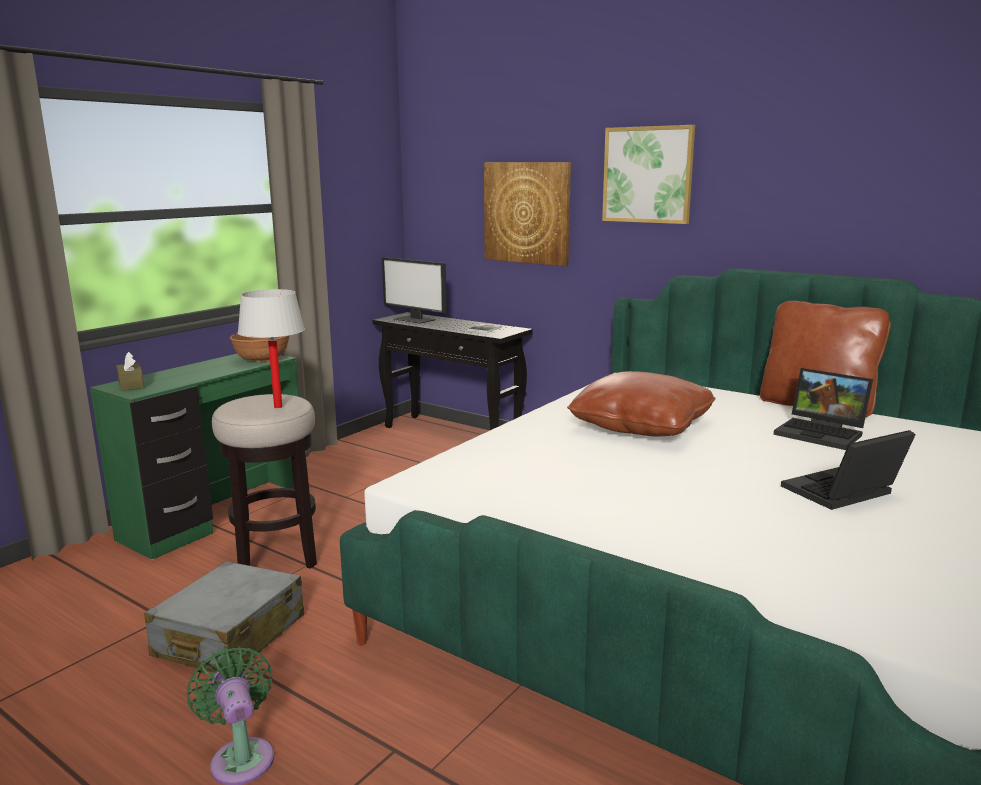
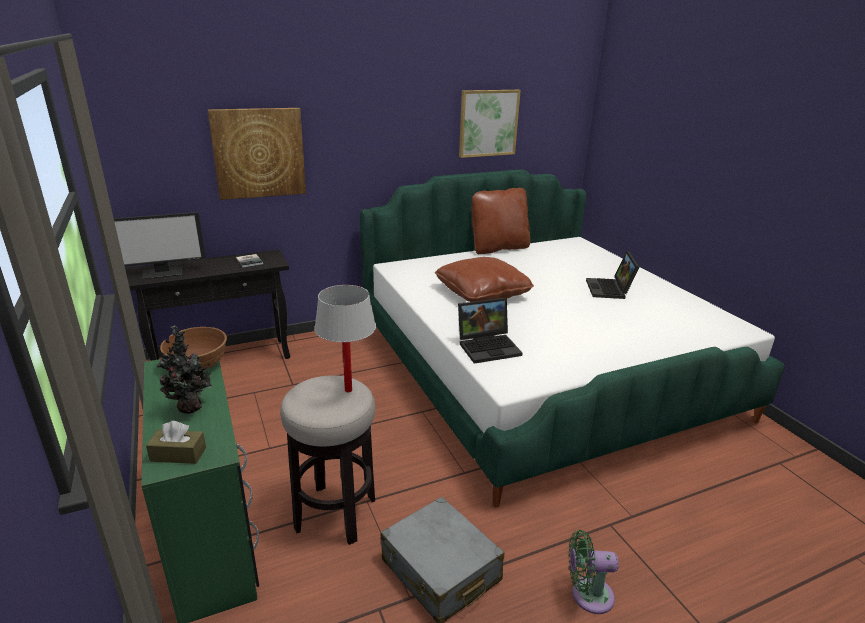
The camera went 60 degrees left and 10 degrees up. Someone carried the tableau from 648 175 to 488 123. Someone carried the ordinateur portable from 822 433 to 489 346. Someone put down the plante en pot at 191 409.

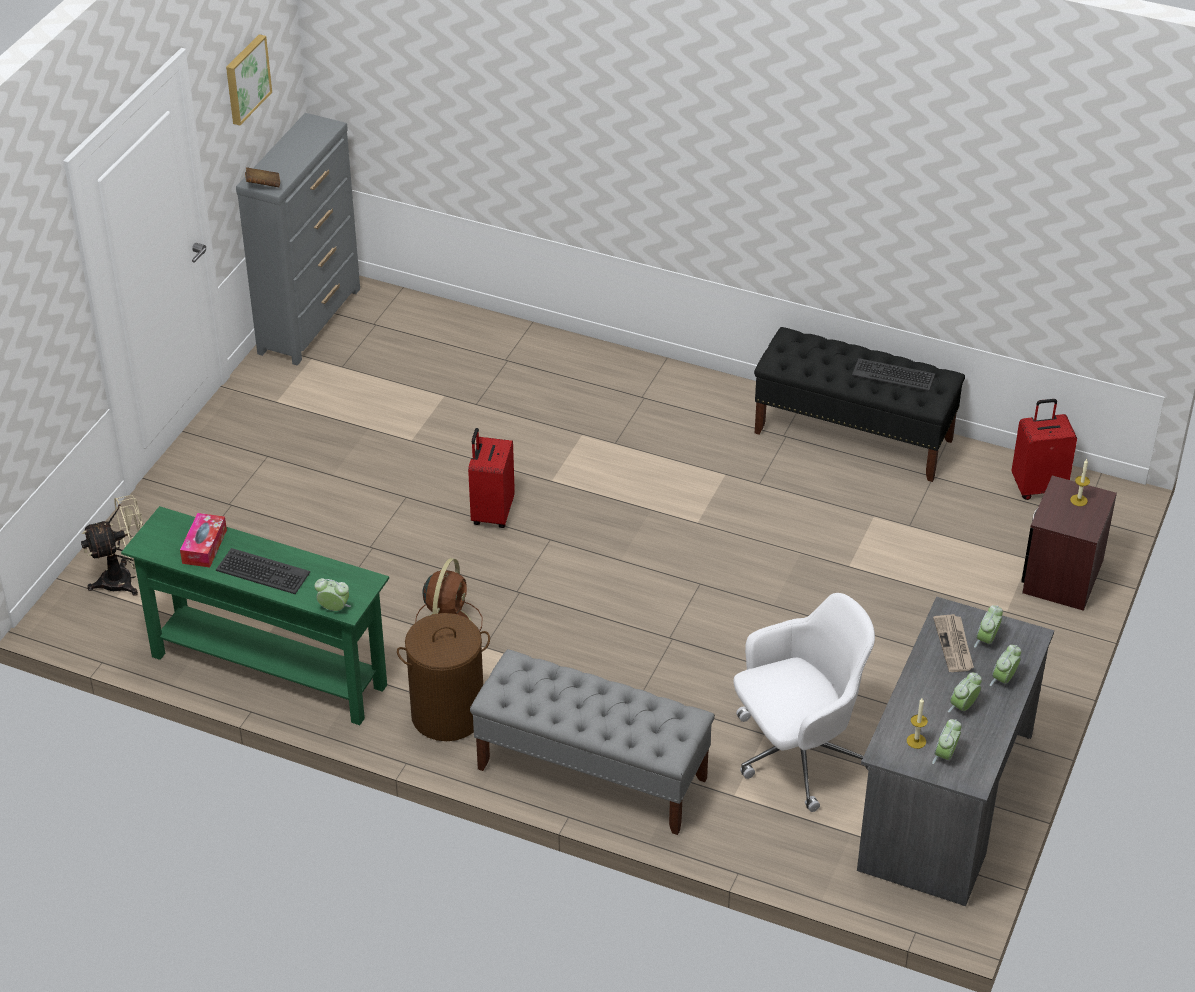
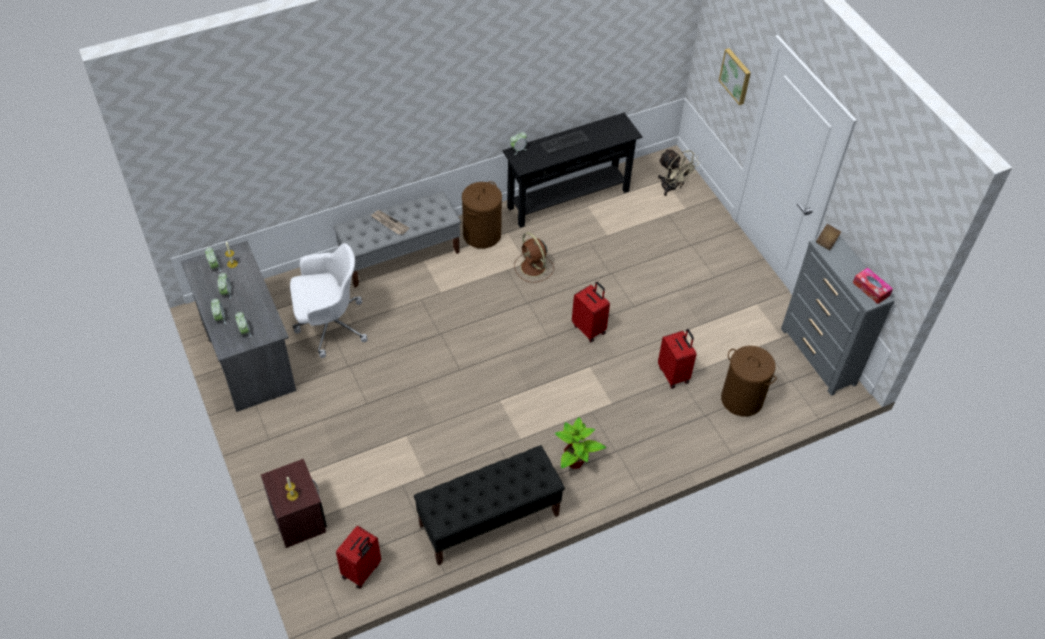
The camera went 130 degrees right and 10 degrees up. Someone rotated the ventilateur [beige] at 126 579 by 60 degrees counterclockwise. Someone repainted the table console [vert] at 268 671, which became the table console [noir] at 568 198. Someone carried the boîte à mouchoirs from 204 546 to 871 289. Someone carried the tableau from 246 79 to 736 76. Someone rotated the chaise de bureau [blanc] at 797 755 by 120 degrees counterclockwise. Someone took away the clavier at 893 375. Someone carried the journal from 954 645 to 389 223. Someone put down the plante en pot at 575 462. Someone put down the valise [rouge] at 674 374. Someone put down the panier à linge [marron] at 741 399.

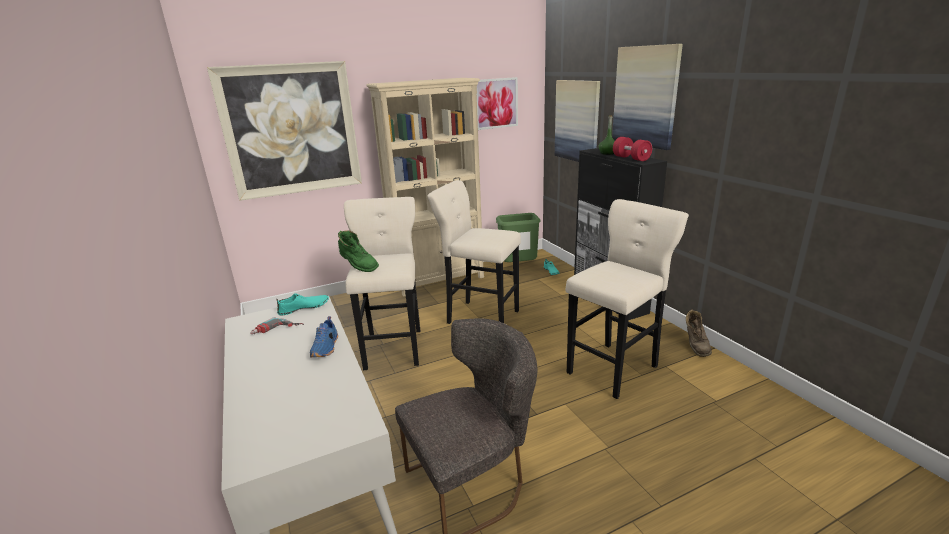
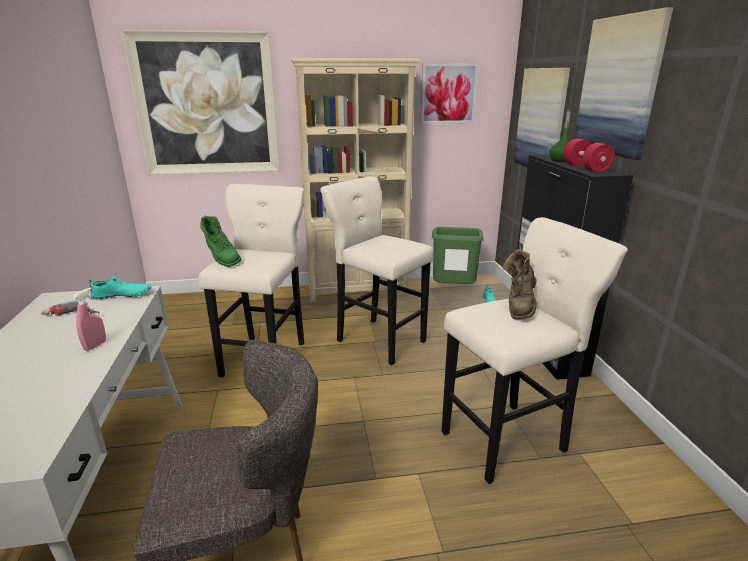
The camera went 15 degrees right and 0 degrees up. Someone swapped the chaussure [bleu] at 326 347 for the vaporisateur [rose] at 95 346. Someone carried the botte [marron] from 695 346 to 519 307.

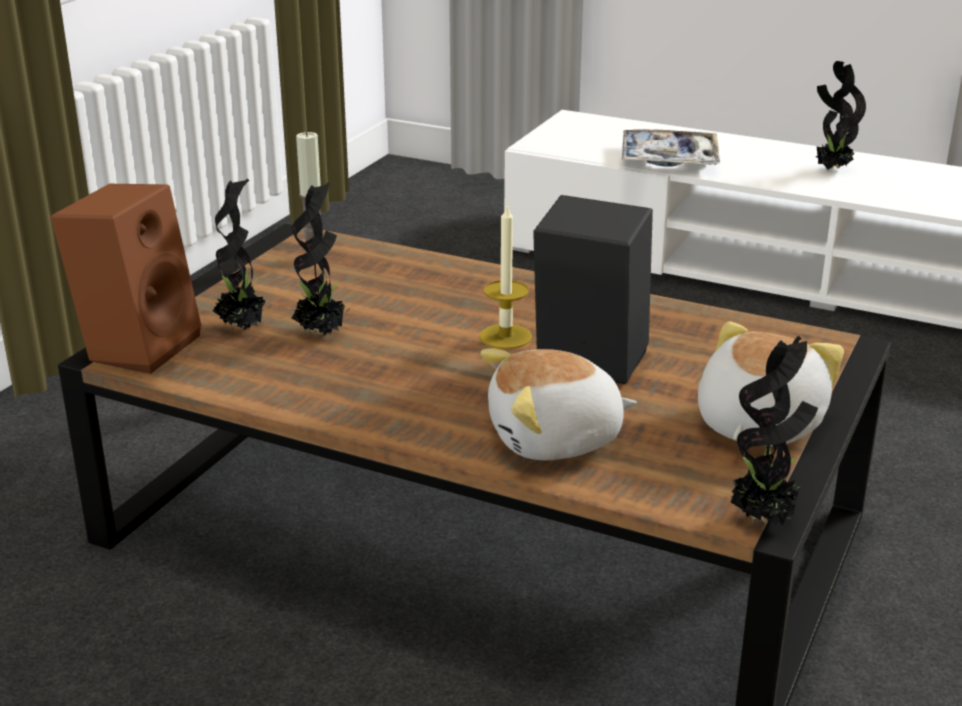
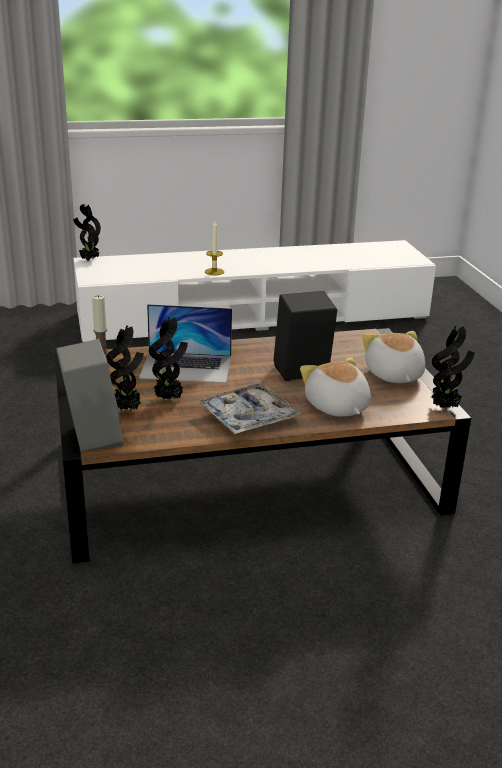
The camera went 40 degrees left and 0 degrees up. Someone repainted the enceinte [marron] at 138 346, which became the enceinte [gris] at 90 436. Someone carried the bougie from 505 336 to 214 271. Someone rotated the peluche at 555 439 by 120 degrees clockwise. Someone carried the plateau from 668 159 to 248 417. Someone carried the plante en pot from 831 169 to 89 260. Someone put down the ordinateur portable at 186 367.

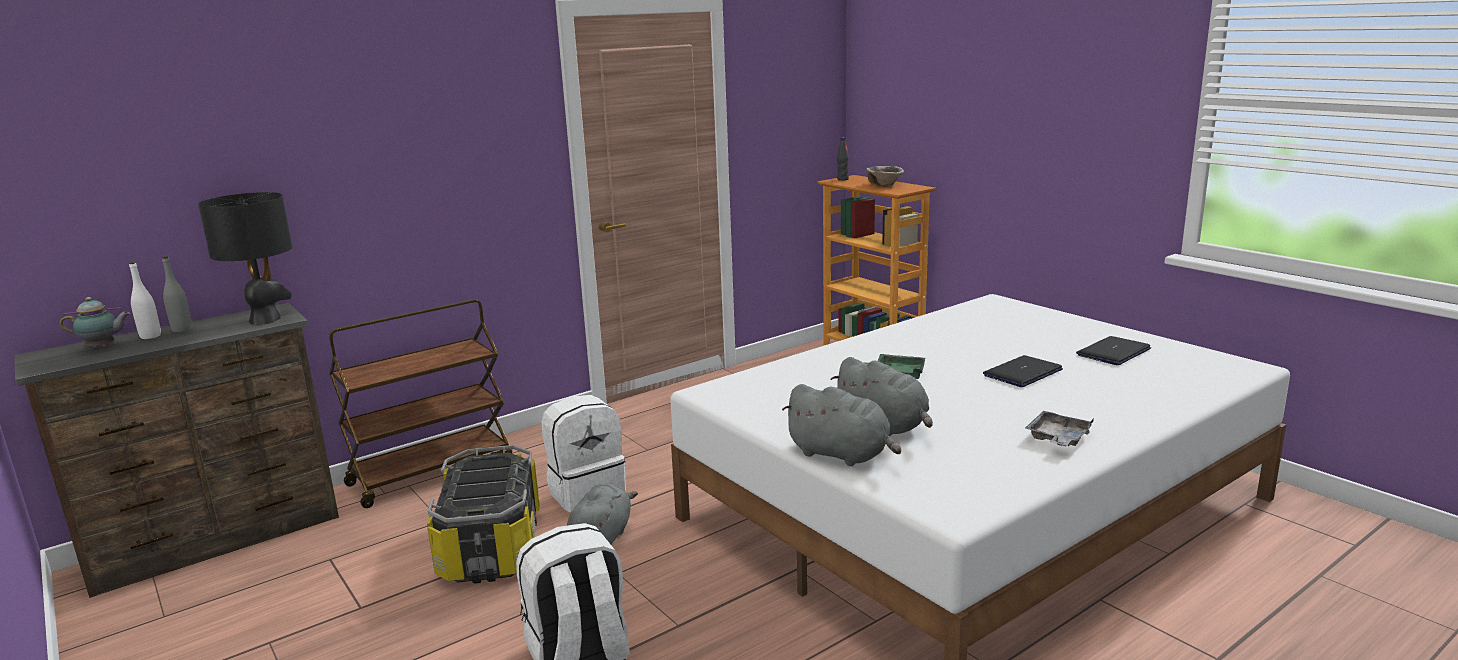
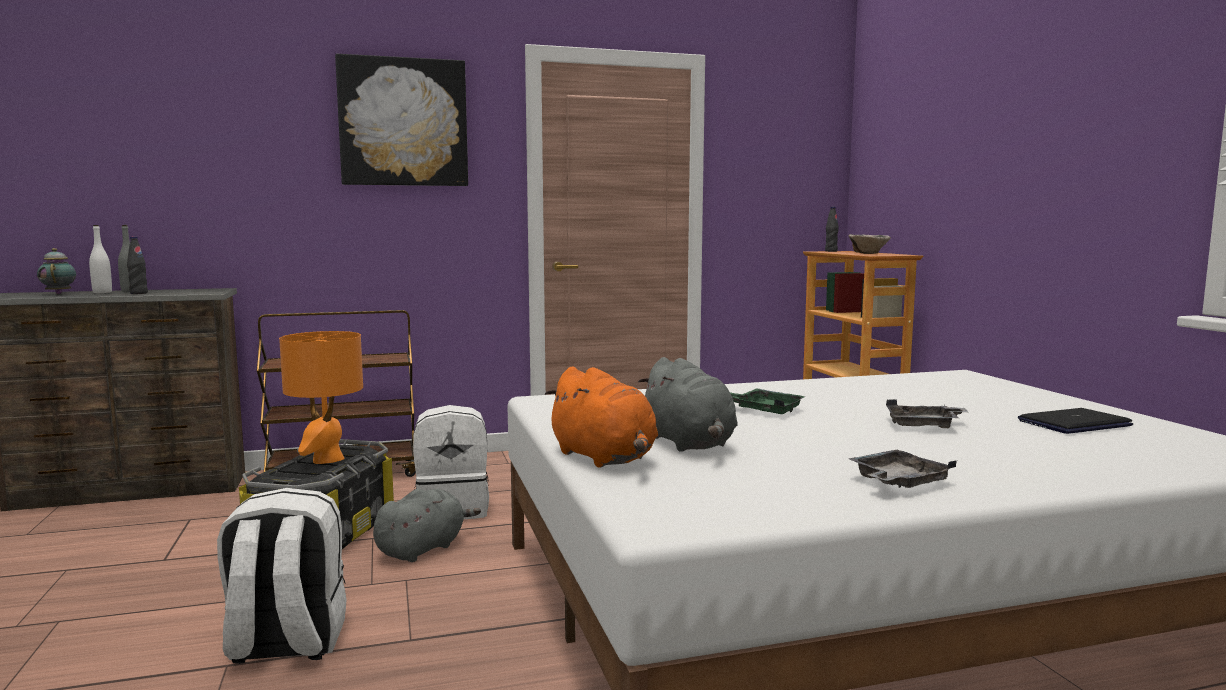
The camera went 20 degrees right and 10 degrees down. Someone rotated the théière at 103 347 by 120 degrees counterclockwise. Someone took away the lampe de table [noir] at 266 319. Someone repainted the peluche [gris] at 842 454, which became the peluche [orange] at 605 458. Someone swapped the ordinateur portable at 1022 373 for the plateau [gris] at 924 426. Someone put down the bouteille [noir] at 139 293. Someone put down the lampe de table [orange] at 327 459. Someone put up the tableau at 403 122.

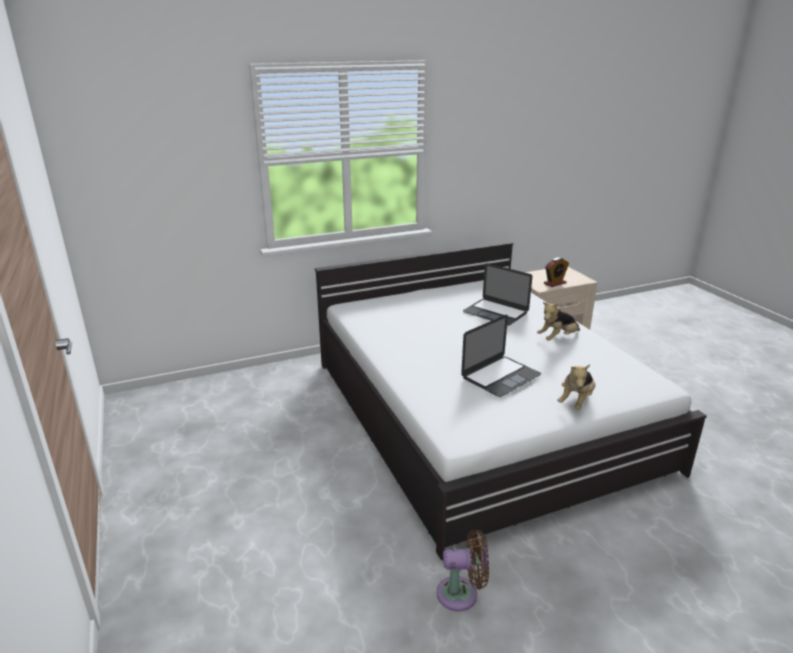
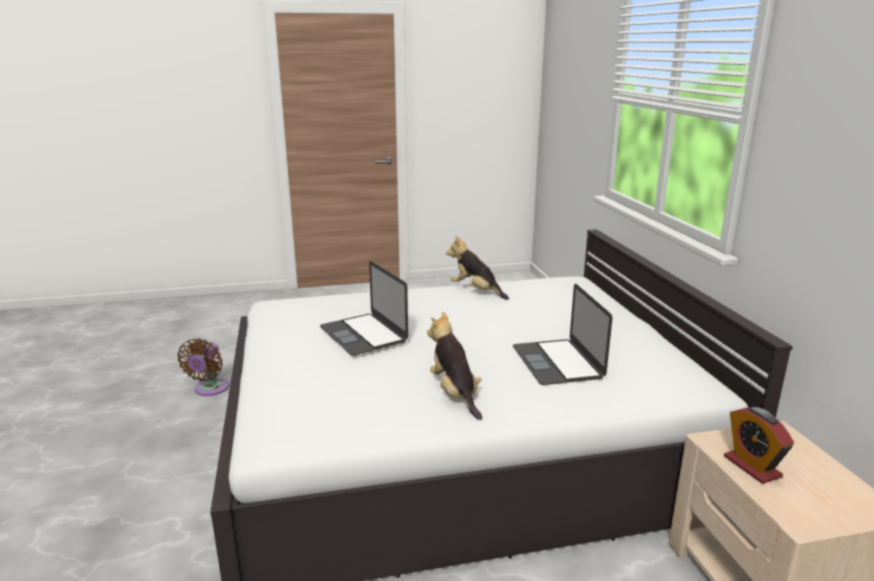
The camera went 100 degrees right and 5 degrees down. Someone rotated the ordinateur portable at 495 312 by 60 degrees counterclockwise. Someone carried the peluche from 576 401 to 476 291.

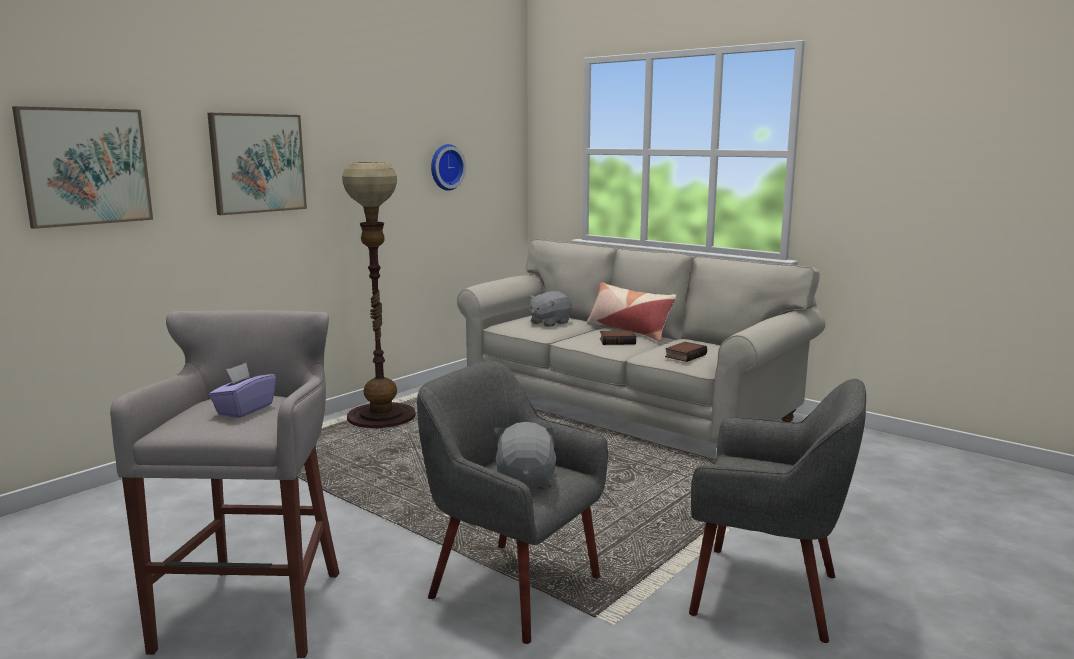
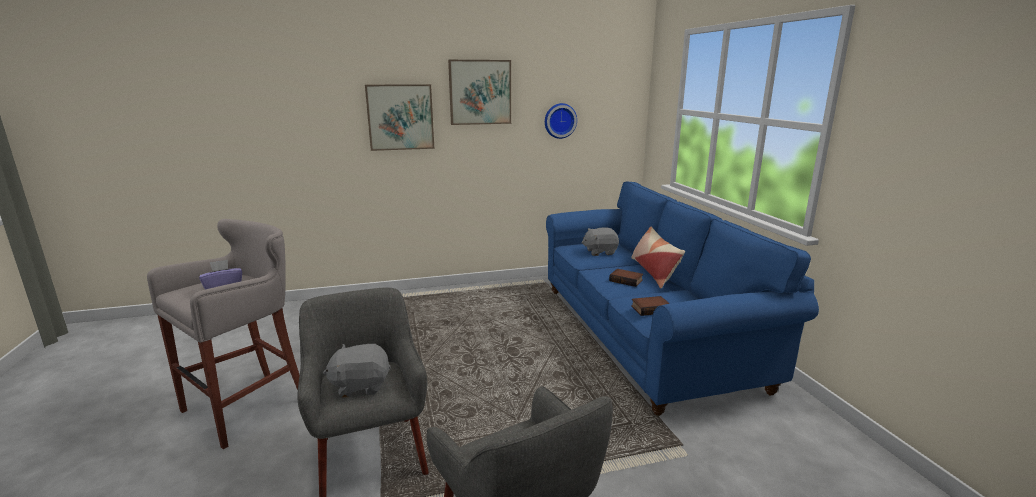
The camera went 35 degrees right and 5 degrees up. Someone carried the tableau from 85 166 to 480 92. Someone took away the lampadaire at 381 416. Someone repainted the canapé [beige] at 625 408, which became the canapé [bleu] at 643 334. Someone rotated the peluche [gris] at 526 480 by 135 degrees counterclockwise.

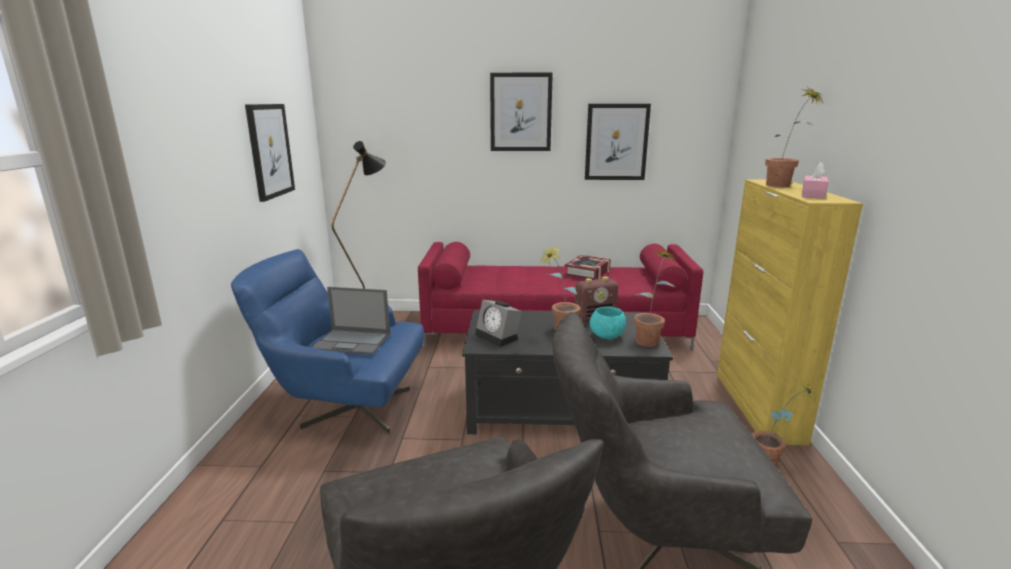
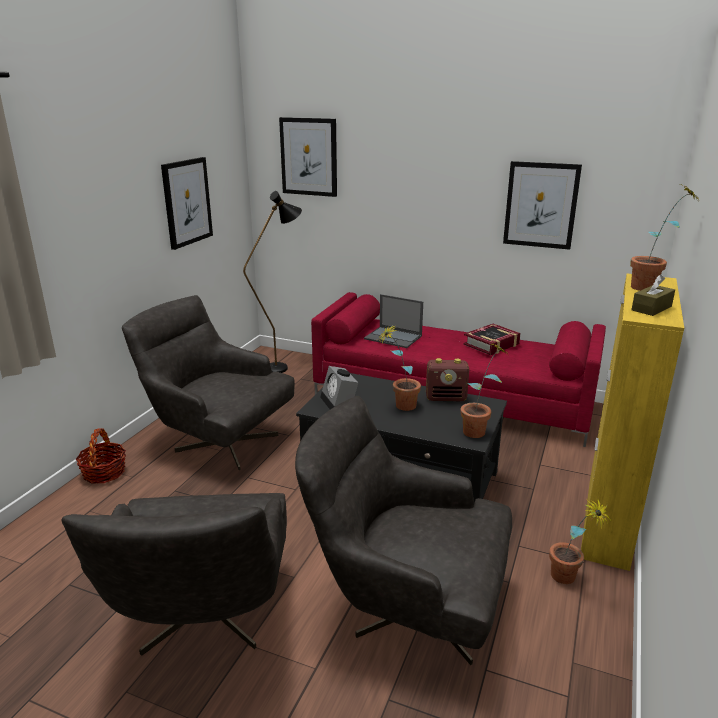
The camera went 20 degrees right and 5 degrees up. Someone repainted the fauteuil [bleu] at 344 407, which became the fauteuil [gris] at 217 440. Someone carried the ordinateur portable from 353 342 to 393 337. Someone carried the tableau from 520 112 to 309 157. Someone took away the bol [turquoise] at 606 336. Someone repainted the boîte à mouchoirs [rose] at 813 195, which became the boîte à mouchoirs [marron] at 651 308. Someone put down the panier at 104 472.

